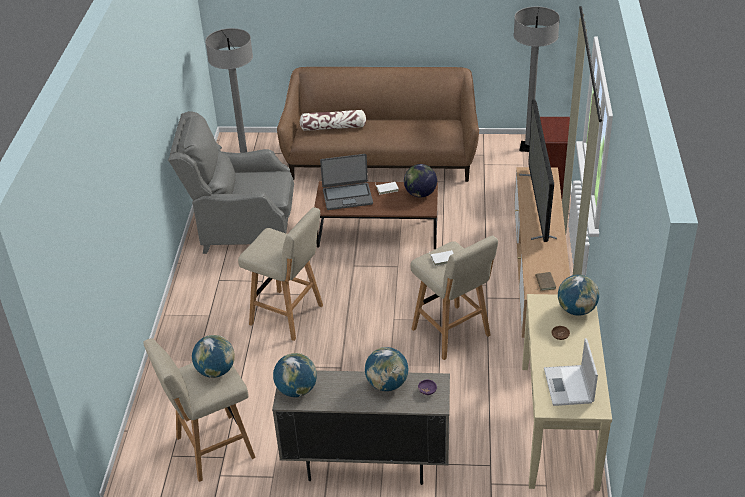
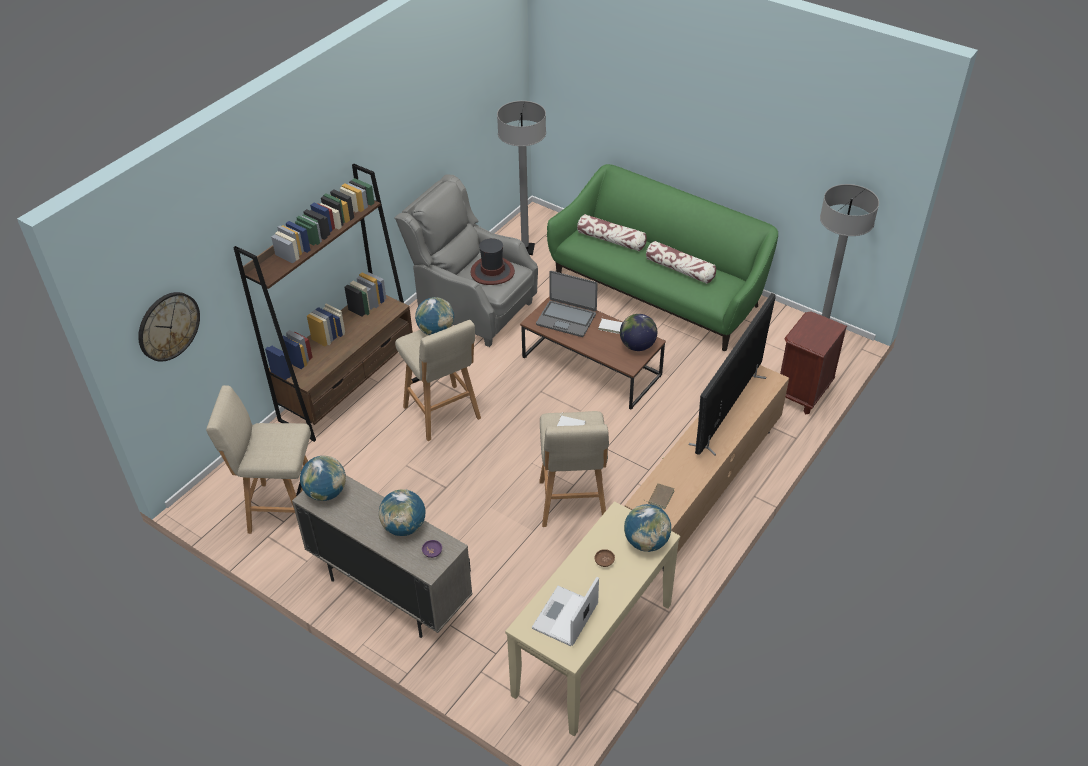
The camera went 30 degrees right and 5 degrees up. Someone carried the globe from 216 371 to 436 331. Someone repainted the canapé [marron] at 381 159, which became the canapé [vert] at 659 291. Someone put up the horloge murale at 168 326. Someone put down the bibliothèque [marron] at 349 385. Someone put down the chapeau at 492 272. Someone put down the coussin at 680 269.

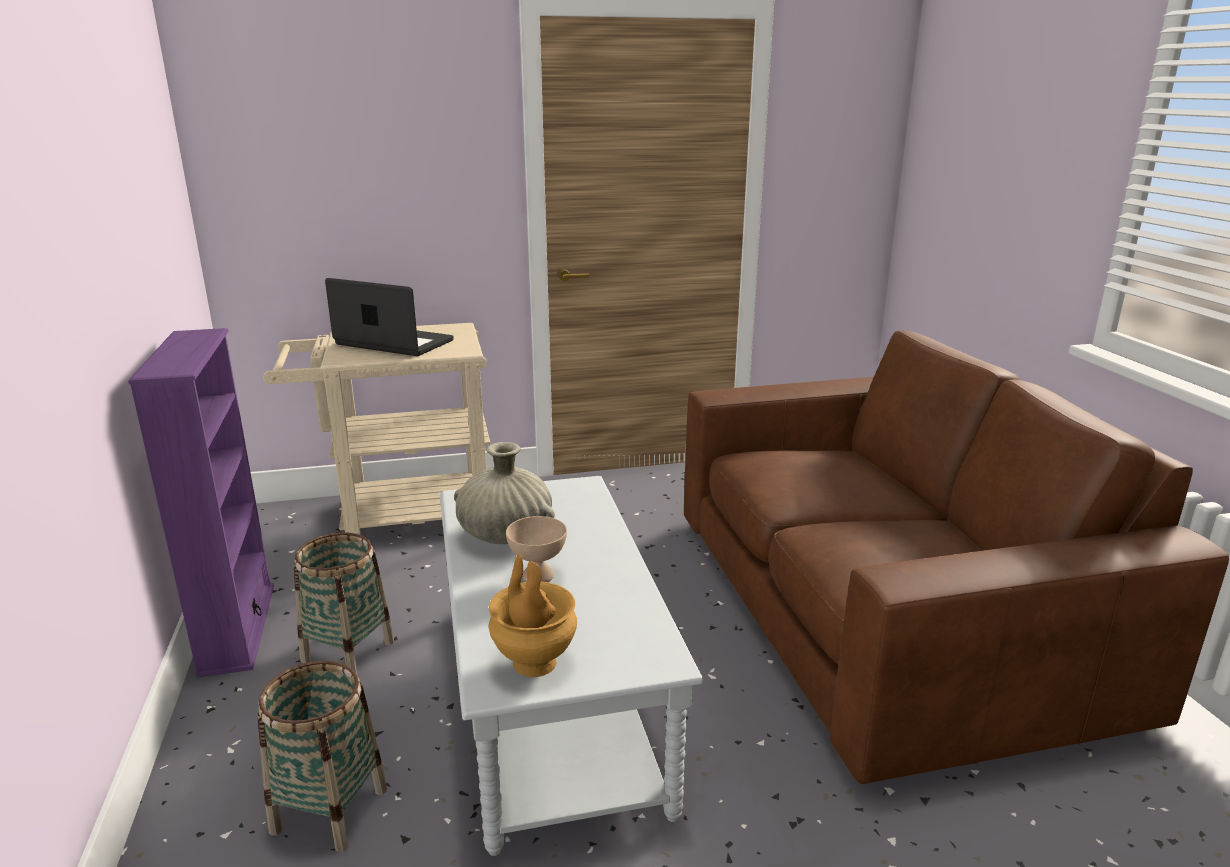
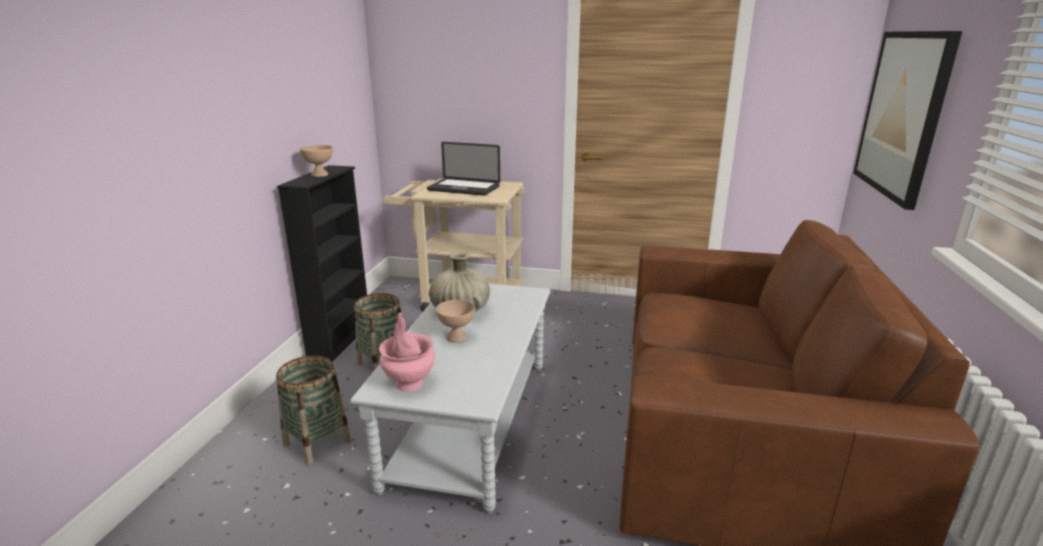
The camera went 25 degrees right and 0 degrees up. Someone repainted the bibliothèque [violet] at 237 628, which became the bibliothèque [noir] at 340 339. Someone rotated the ordinateur portable at 394 343 by 150 degrees clockwise. Someone repainted the vase [marron] at 533 663, which became the vase [rose] at 409 383. Someone put down the bol [beige] at 319 175. Someone put up the tableau at 903 114.

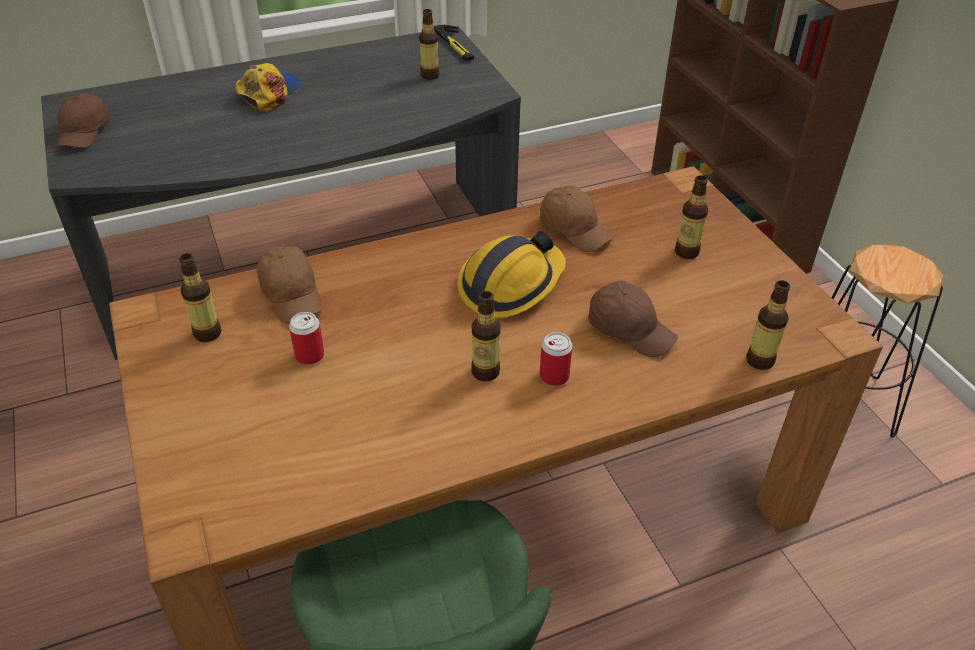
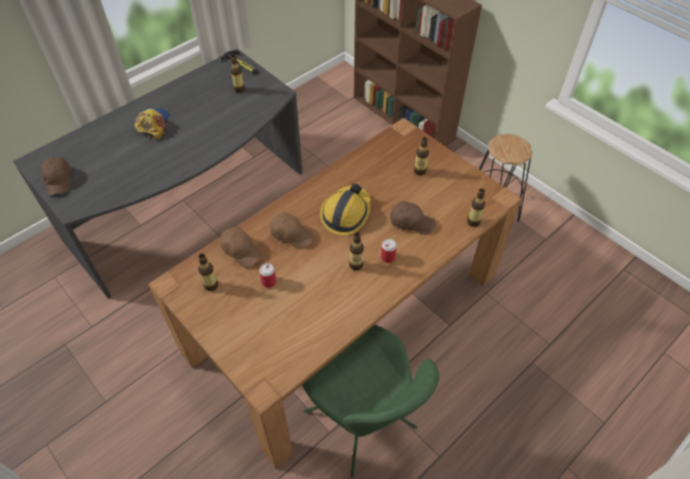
The camera went 20 degrees left and 10 degrees up. Someone carried the casquette [marron] from 574 229 to 291 235.

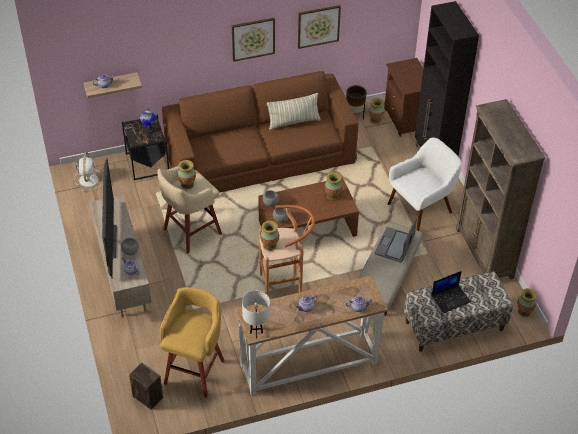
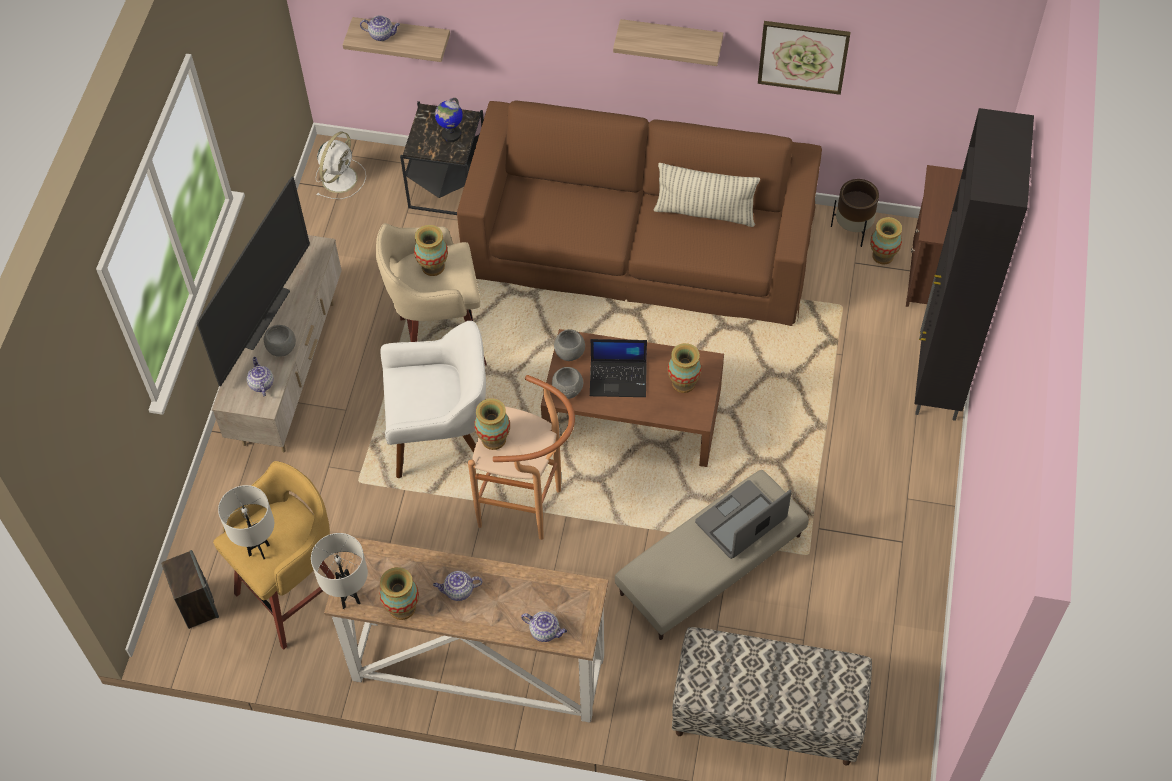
The camera went 30 degrees right and 10 degrees up. Someone swapped the tableau at 253 39 for the étagère at 671 39. Someone carried the fauteuil [blanc] from 421 208 to 441 434. Someone carried the ordinateur portable from 451 298 to 619 378. Someone took away the bibliothèque [marron] at 484 253. Someone carried the vase from 524 311 to 402 608. Someone put down the lampe de table [blanc] at 259 550.

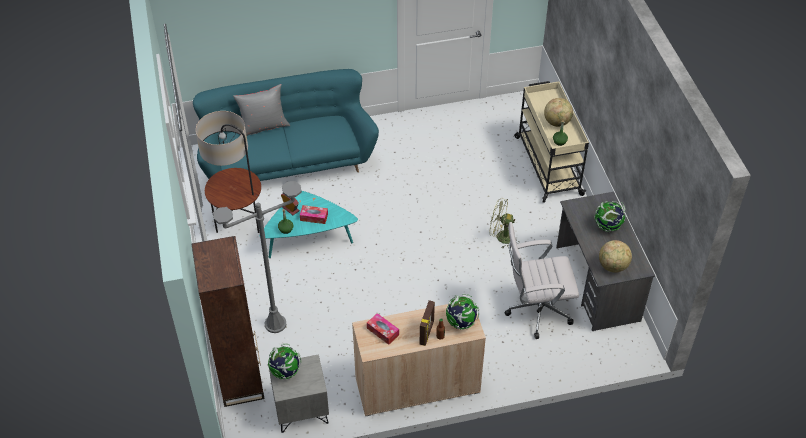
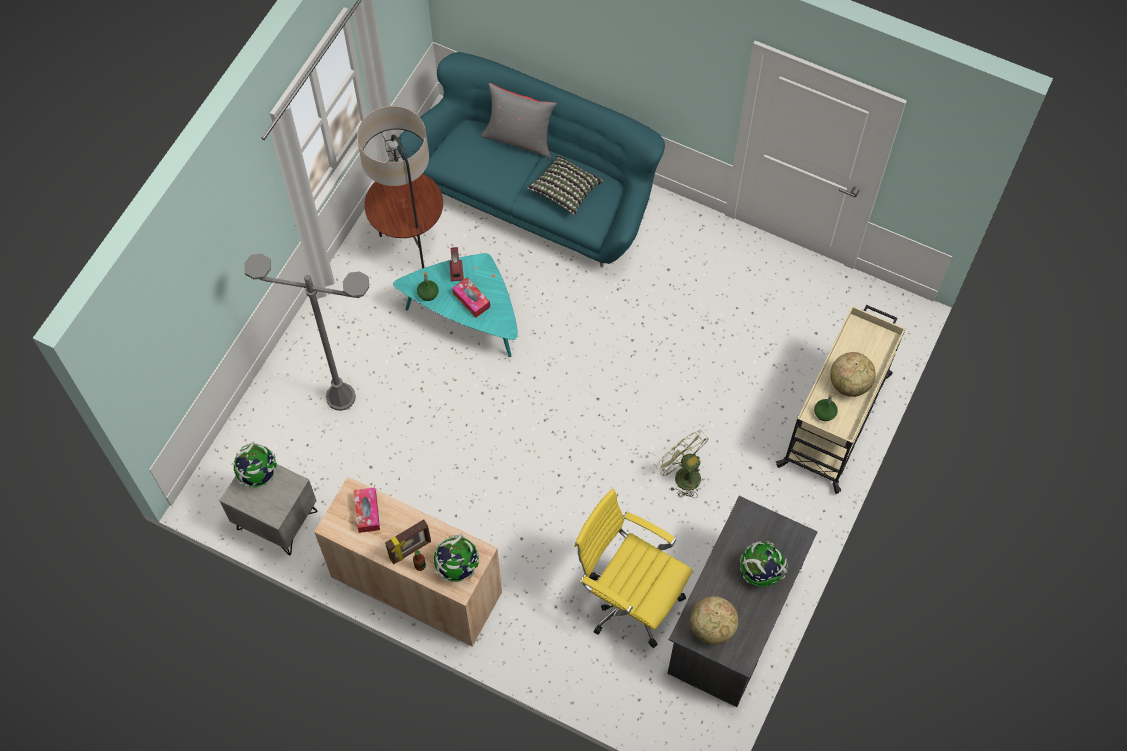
The camera went 40 degrees right and 15 degrees up. Someone took away the bibliothèque [marron] at 240 378. Someone repainted the chaise de bureau [blanc] at 535 311, which became the chaise de bureau [jaune] at 629 598. Someone put down the coussin at 565 191.

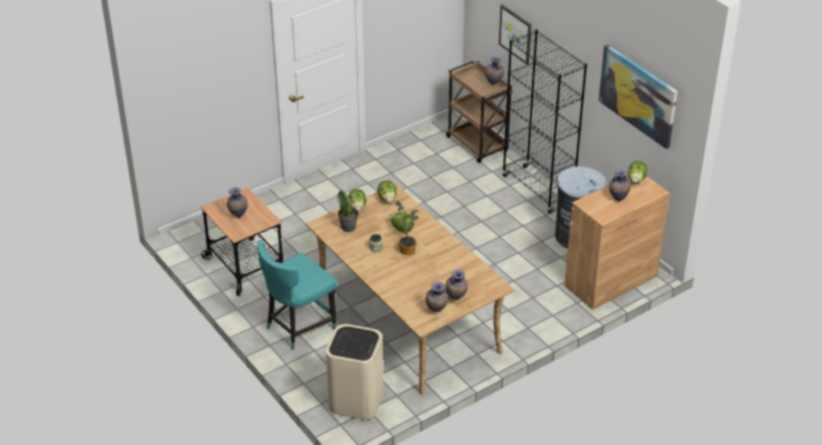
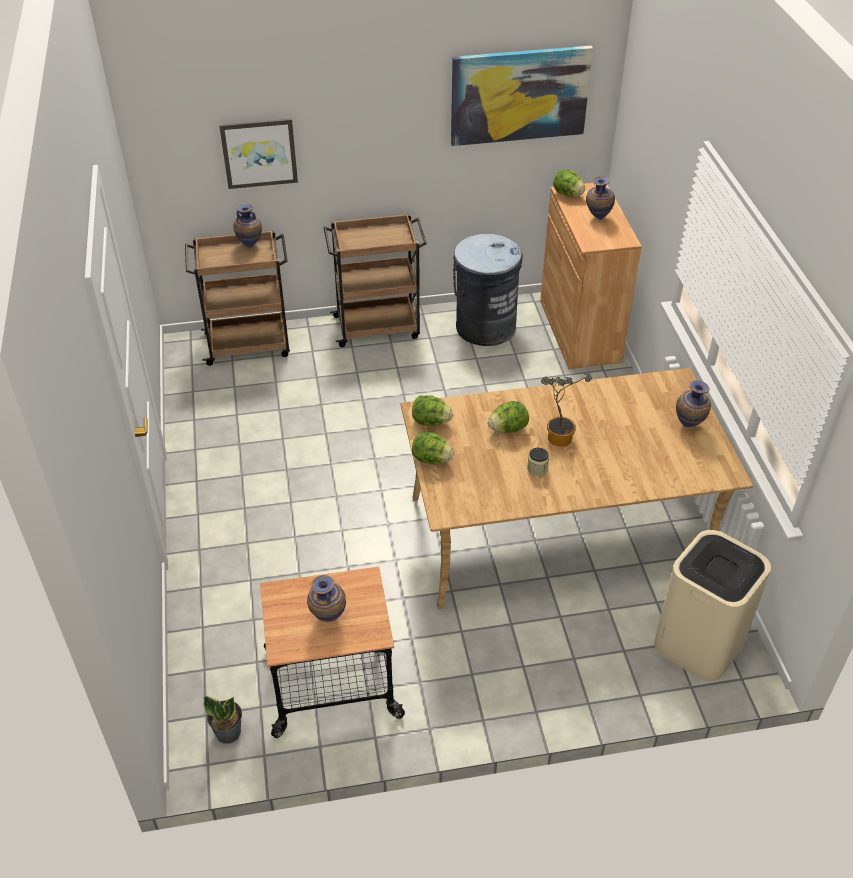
The camera went 65 degrees left and 5 degrees up. Someone took away the chaise [turquoise] at 298 327. Someone carried the plante en pot from 348 227 to 228 732. Someone took away the vase at 436 311. Someone swapped the bibliothèque [noir] at 538 190 for the chariot [marron] at 378 327.

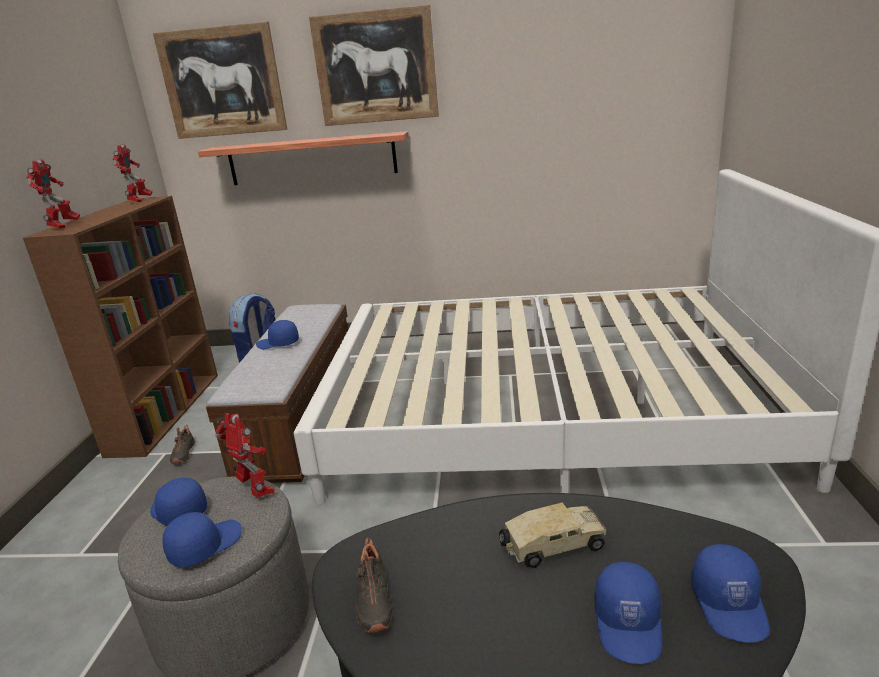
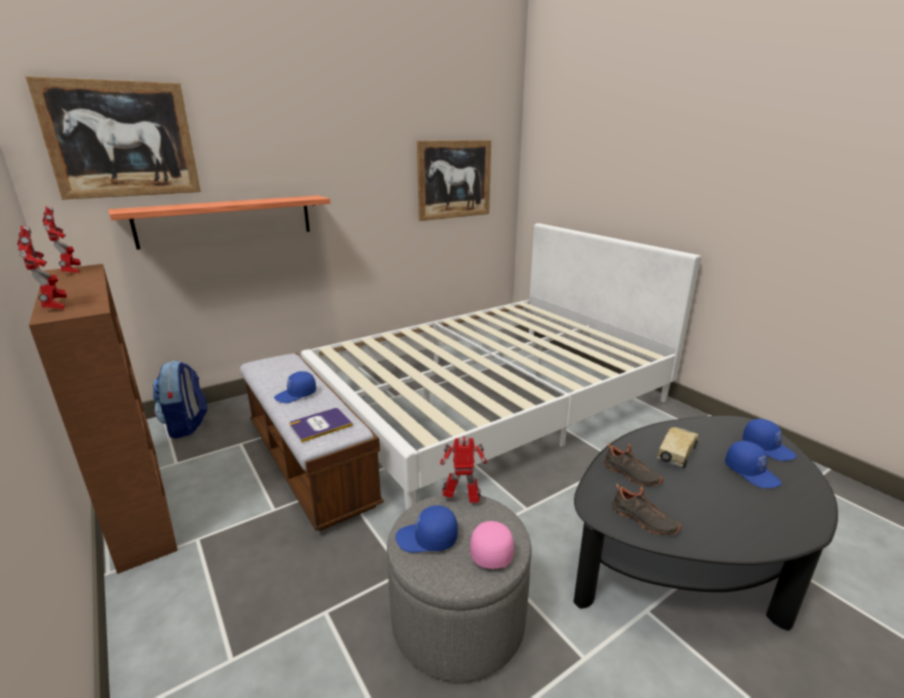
The camera went 40 degrees left and 0 degrees up. Someone repainted the casquette [bleu] at 205 545, which became the casquette [rose] at 490 548. Someone carried the chaussure [noir] from 182 453 to 630 475. Someone carried the tableau from 375 67 to 454 179. Someone put down the livre at 320 425.

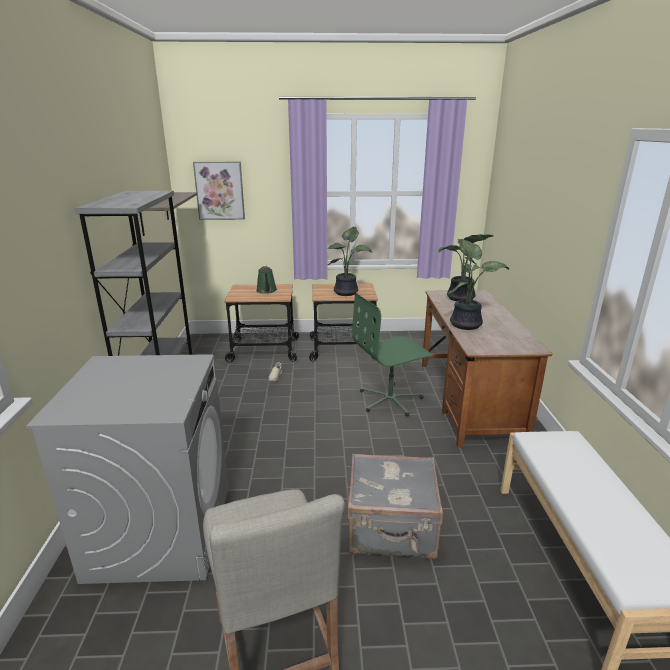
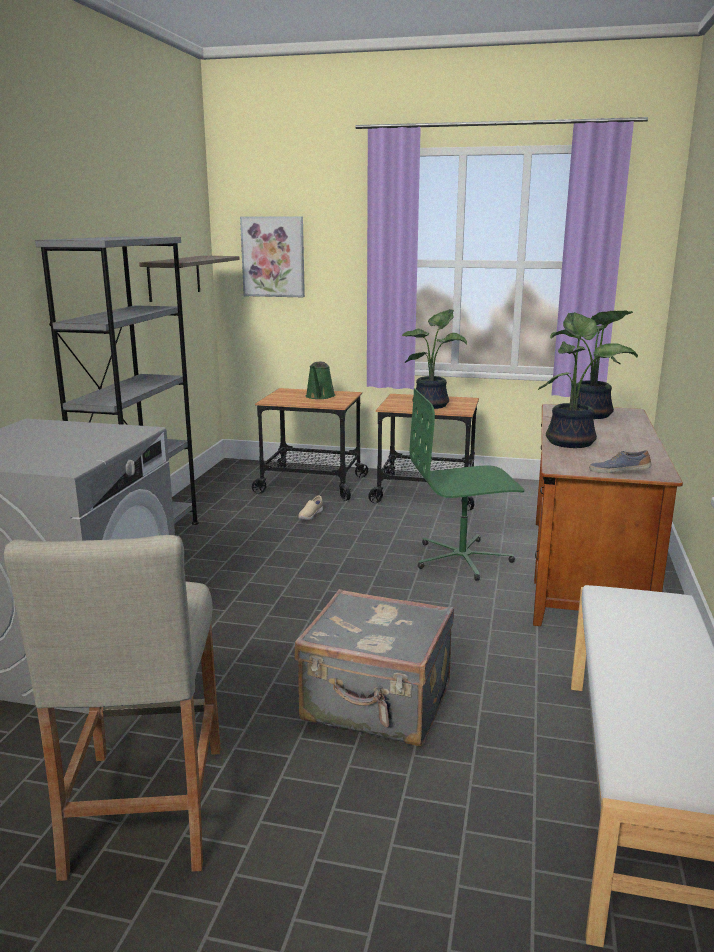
The camera went 15 degrees right and 5 degrees down. Someone put down the chaussure at 619 472.

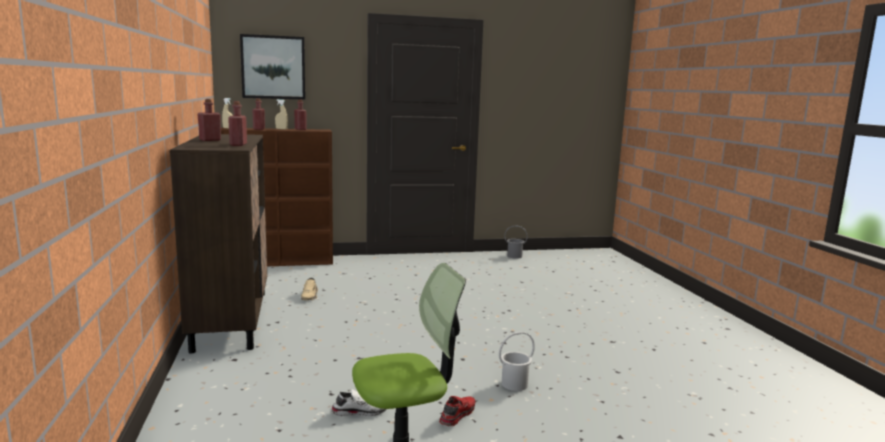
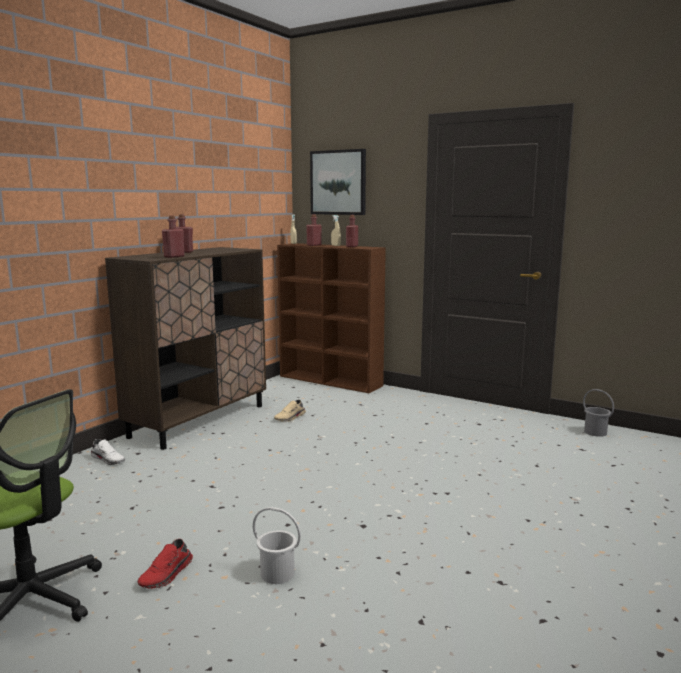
The camera went 45 degrees right and 0 degrees up. Someone carried the chaussure [blanc] from 360 411 to 109 459. Someone rotated the chaussure [rouge] at 456 415 by 135 degrees clockwise.

